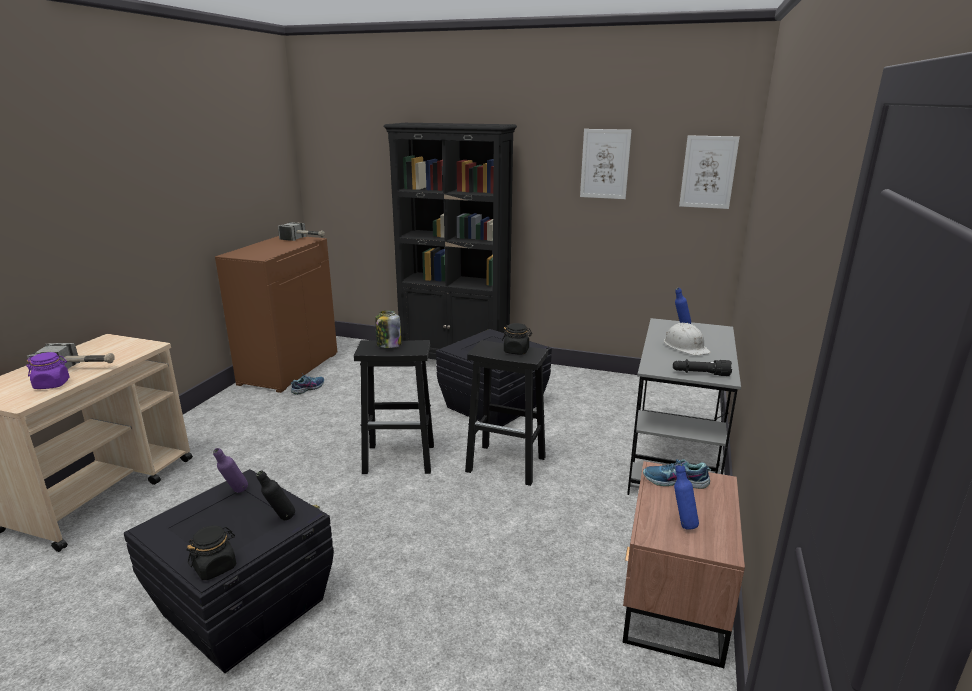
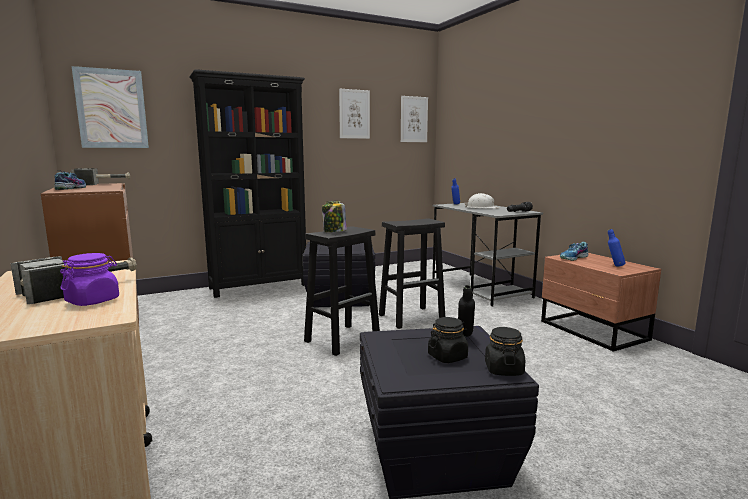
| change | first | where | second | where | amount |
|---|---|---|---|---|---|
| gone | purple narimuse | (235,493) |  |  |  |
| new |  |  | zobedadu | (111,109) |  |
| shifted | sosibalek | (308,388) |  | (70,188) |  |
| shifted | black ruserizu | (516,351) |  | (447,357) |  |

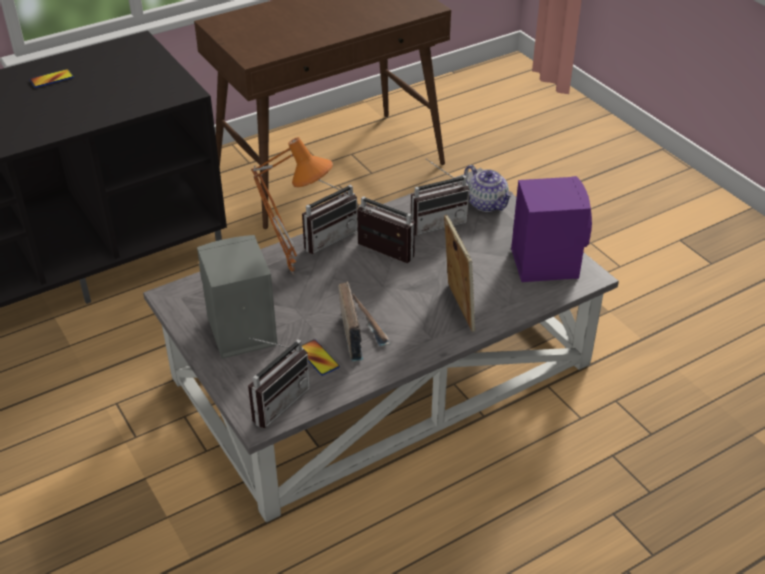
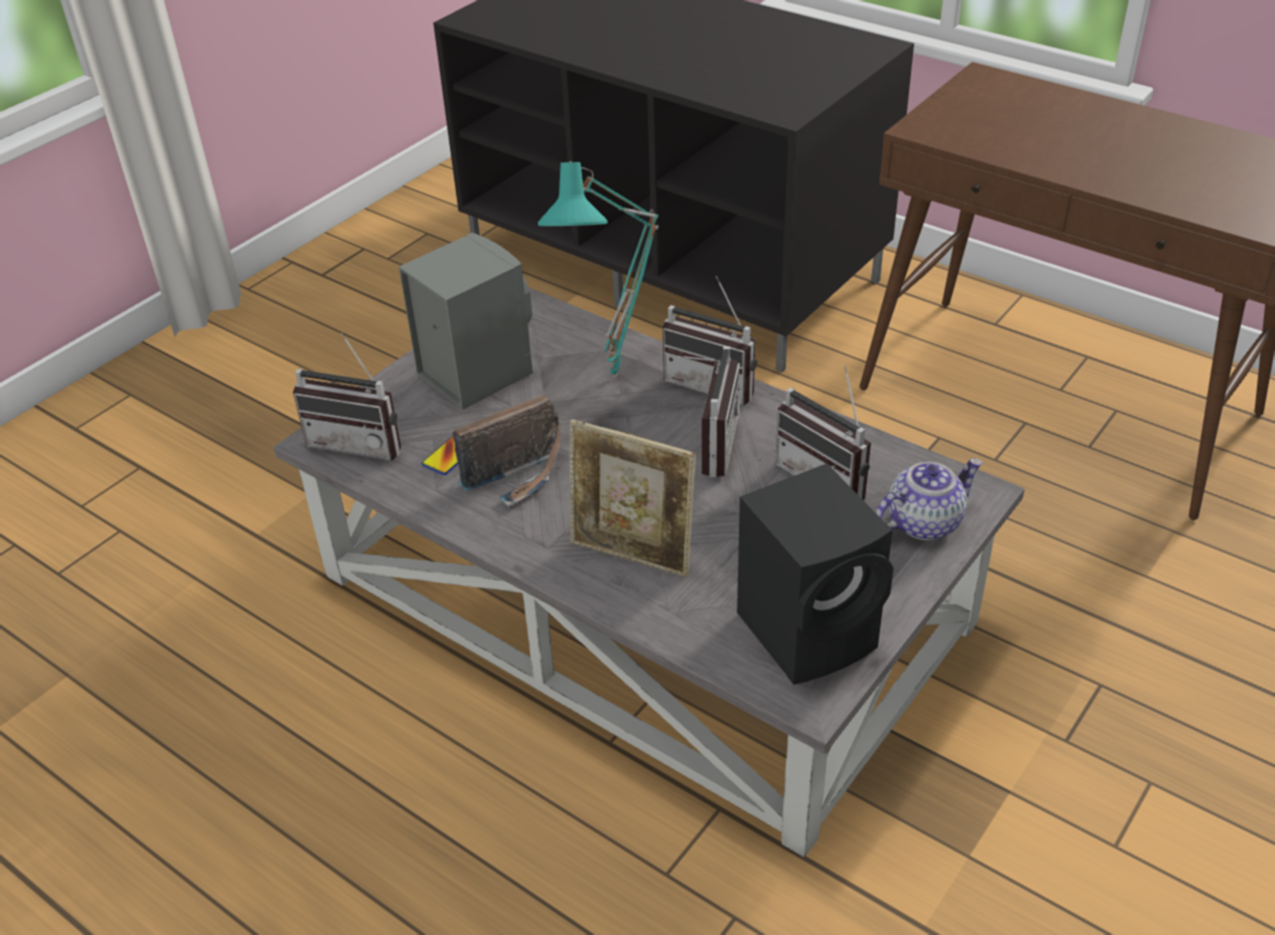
| change | first | where | second | where | amount |
|---|---|---|---|---|---|
| gone | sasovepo | (51,79) |  |  |  |
| repainted | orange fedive | (295,272) | turquoise fedive | (619,379) |  |
| repainted | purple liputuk | (545,262) | black liputuk | (811,630) |  |
| rotated | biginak | (457,307) |  | (633,555) | 60 degrees clockwise |
| rotated | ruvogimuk | (487,204) |  | (924,521) | 150 degrees counterclockwise |

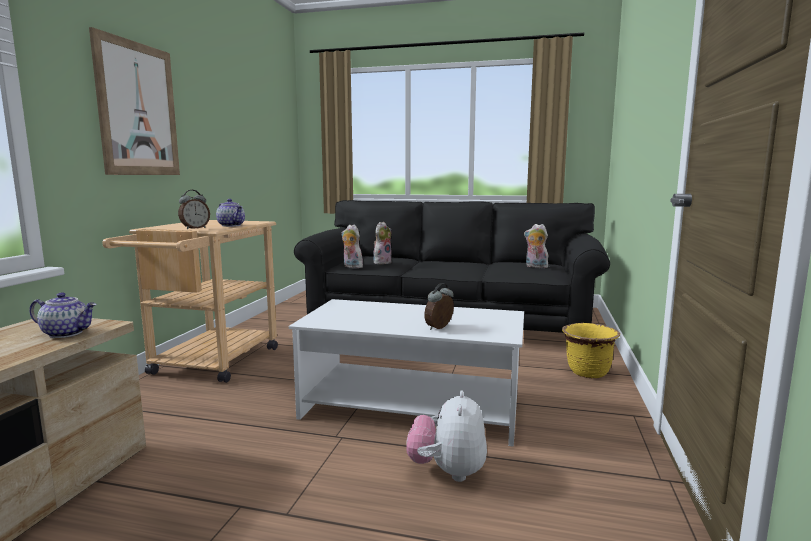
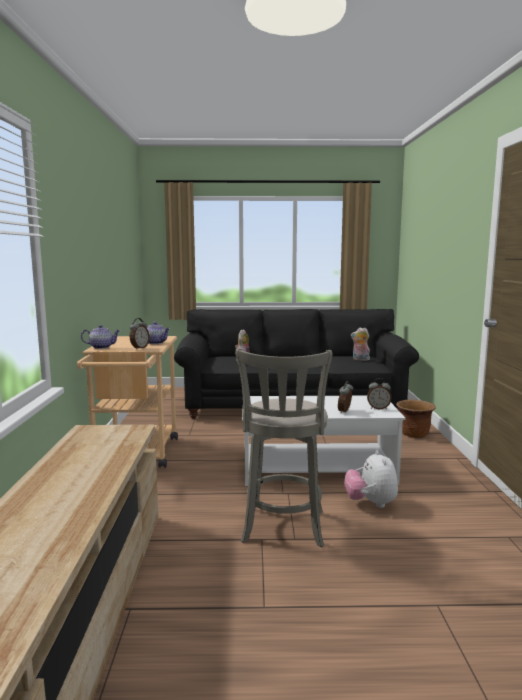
| change | first | where | second | where | amount |
|---|---|---|---|---|---|
| gone | zobedadu | (138,109) |  |  |  |
| gone | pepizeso | (351,267) |  |  |  |
| new |  |  | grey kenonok | (283,529) |  |
| new |  |  | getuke | (378,408) |  |
| shifted | ruvogimuk | (67,333) |  | (102,347) |  |
| repainted | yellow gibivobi | (588,372) | brown gibivobi | (414,434) |  |

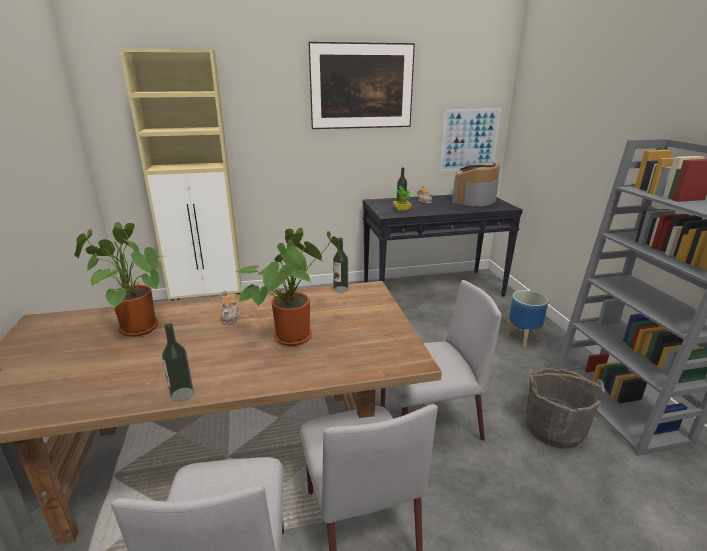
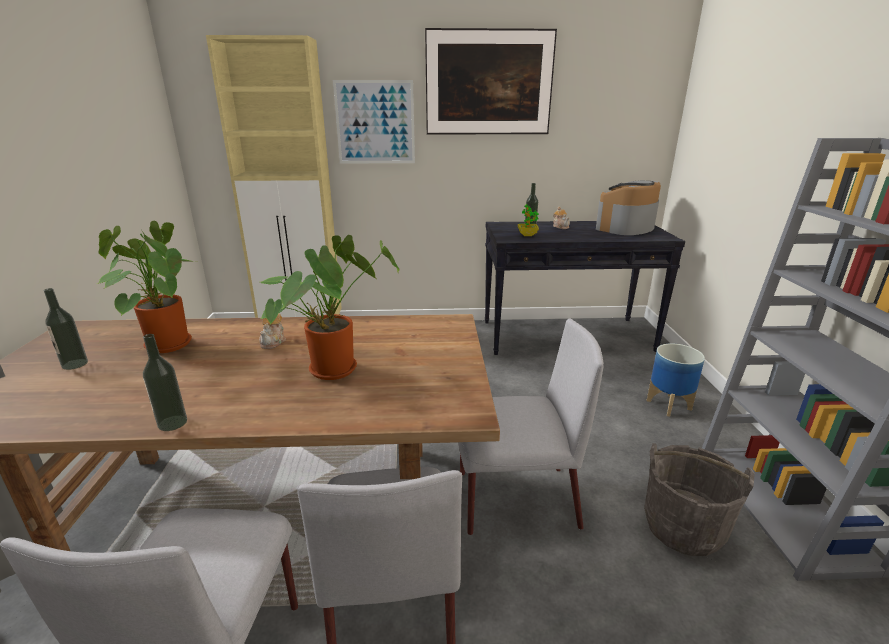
| change | first | where | second | where | amount |
|---|---|---|---|---|---|
| shifted | narimuse | (340,289) |  | (75,364) |  |
| shifted | zobedadu | (469,140) |  | (375,122) |  |

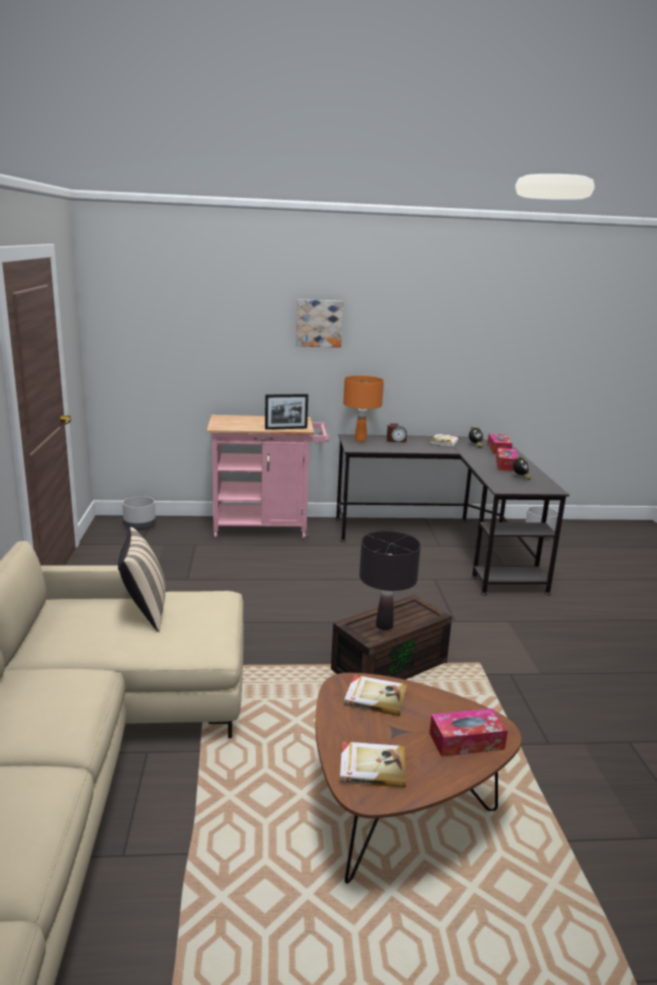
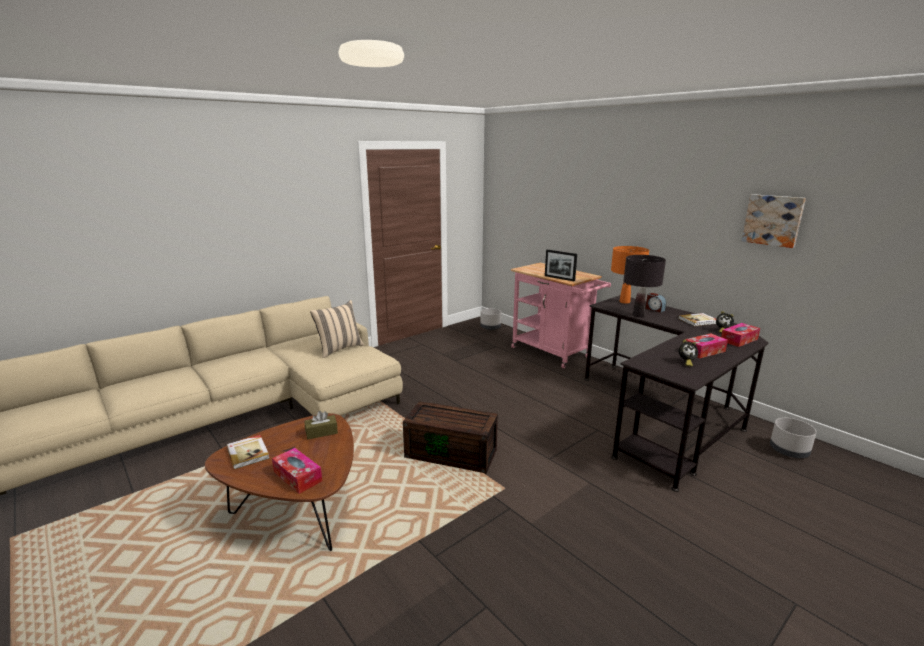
| change | first | where | second | where | amount |
|---|---|---|---|---|---|
| shifted | zobedadu | (319,323) |  | (773,220) |  |
| shifted | black fedive | (384,626) |  | (638,315) |  |
| swapped | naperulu | (375,697) | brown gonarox | (321,432) |  |

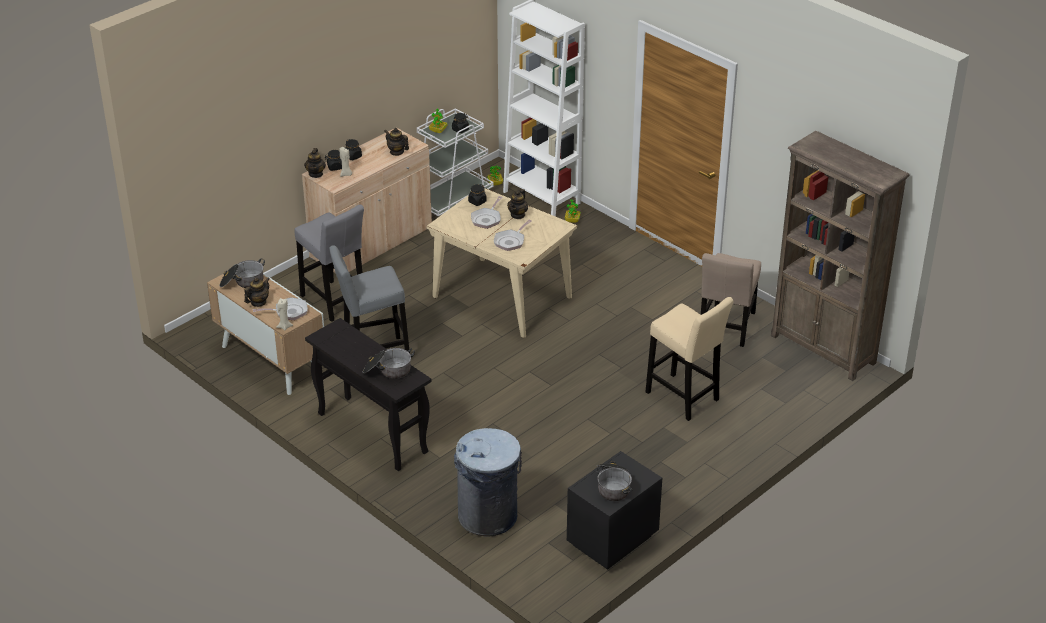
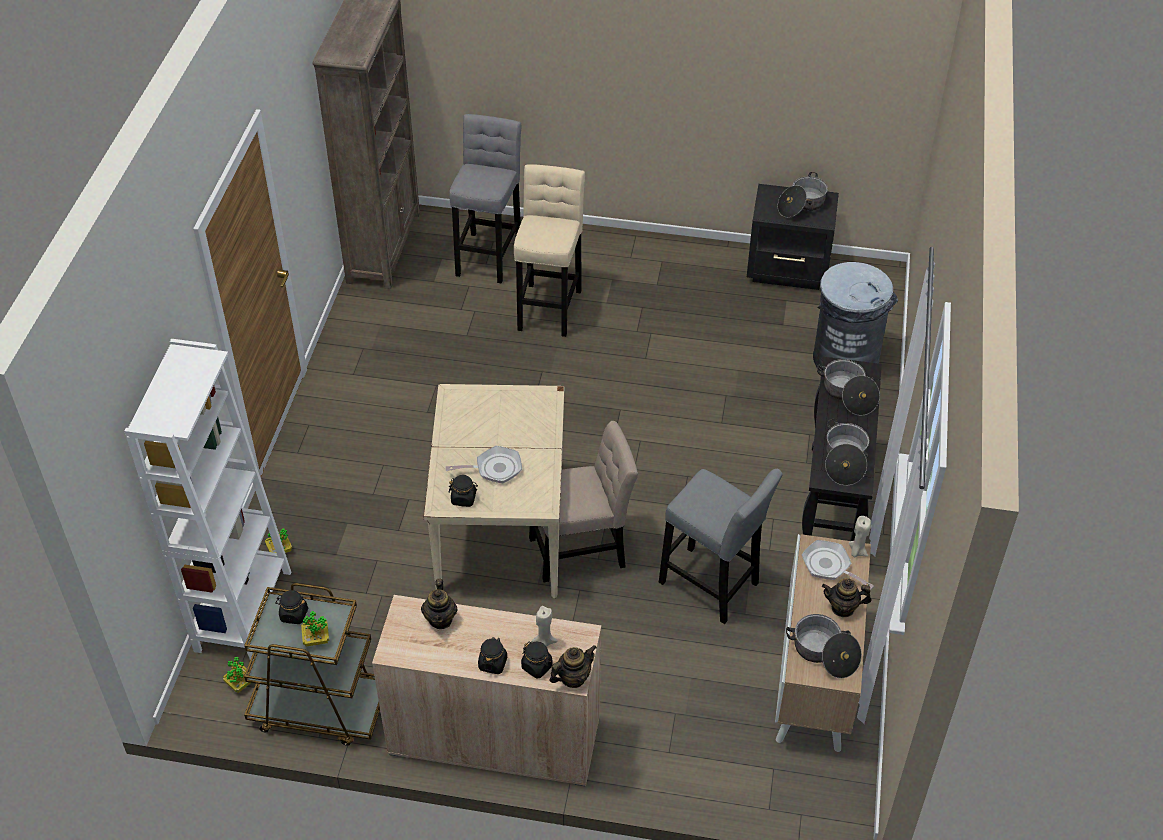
| change | first | where | second | where | amount |
|---|---|---|---|---|---|
| gone | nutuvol | (511,241) |  |  |  |
| gone | ruvogimuk | (518,215) |  |  |  |
| new |  |  | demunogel | (844,460) |  |
| shifted | grey kenonok | (334,302) |  | (489,254) |  |
| shifted | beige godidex | (727,327) |  | (582,550) |  |
| repainted | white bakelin | (452,200) | brown bakelin | (319,708) |  |

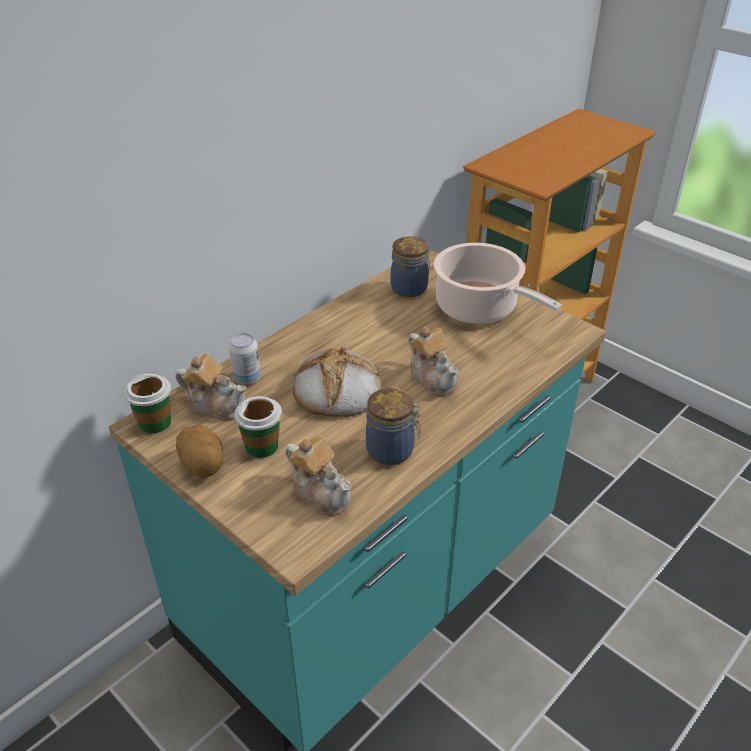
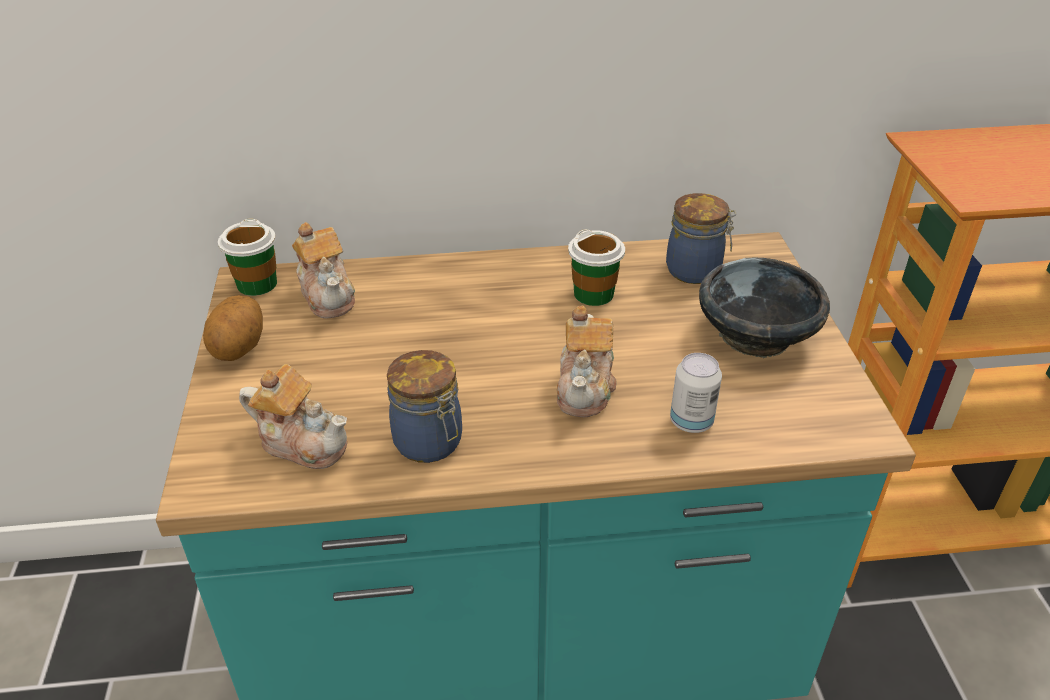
| change | first | where | second | where | amount |
|---|---|---|---|---|---|
| gone | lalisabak | (336,390) |  |  |  |
| shifted | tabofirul | (247,378) |  | (691,422) |  |
| shifted | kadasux | (262,446) |  | (594,294) |  |
| swapped | demunogel | (480,309) | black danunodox | (756,336) |  |
| rotated | ruvogimuk | (321,492) |  | (303,442) | 60 degrees counterclockwise |

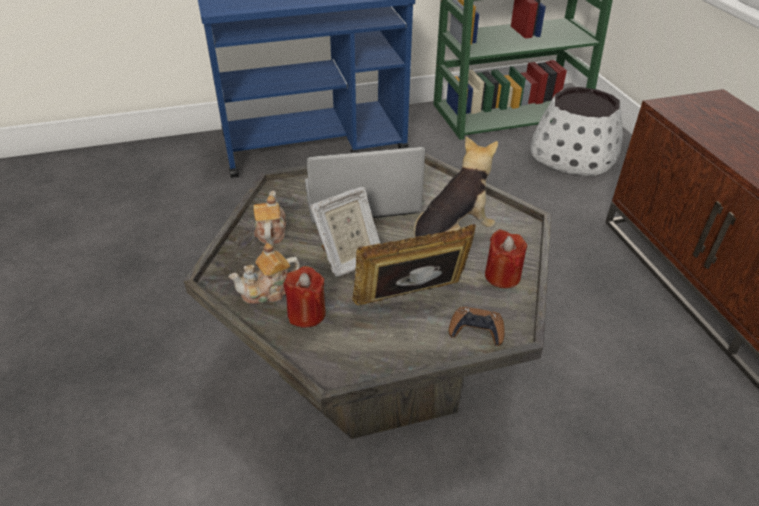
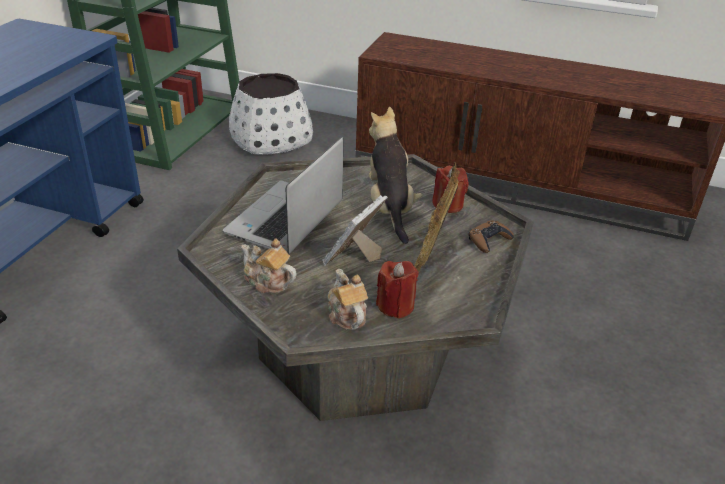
| change | first | where | second | where | amount |
|---|---|---|---|---|---|
| rotated | ruvogimuk | (268,291) |  | (346,315) | 150 degrees clockwise |
| rotated | biginak | (349,259) |  | (354,258) | 150 degrees counterclockwise |

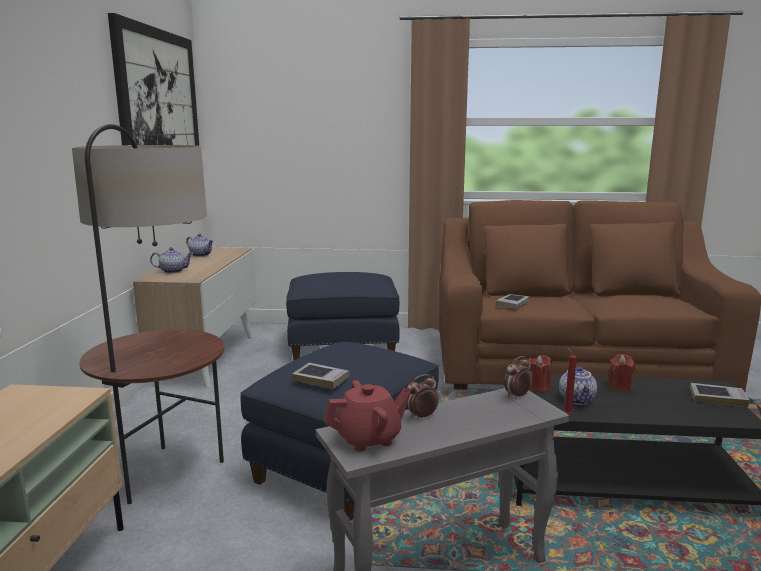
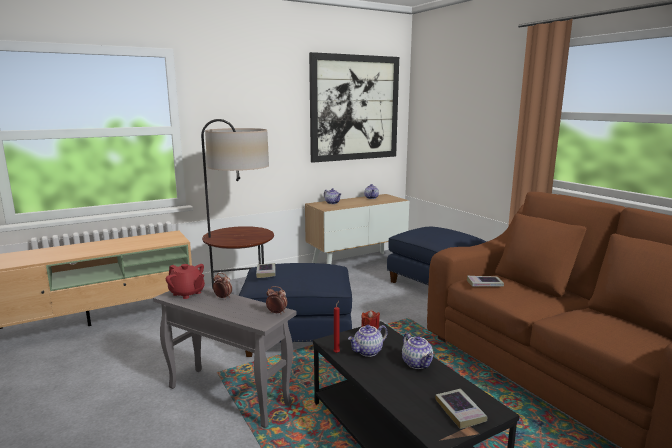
| change | first | where | second | where | amount |
|---|---|---|---|---|---|
| swapped | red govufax | (620,387) | ruvogimuk | (417,363) |  |

